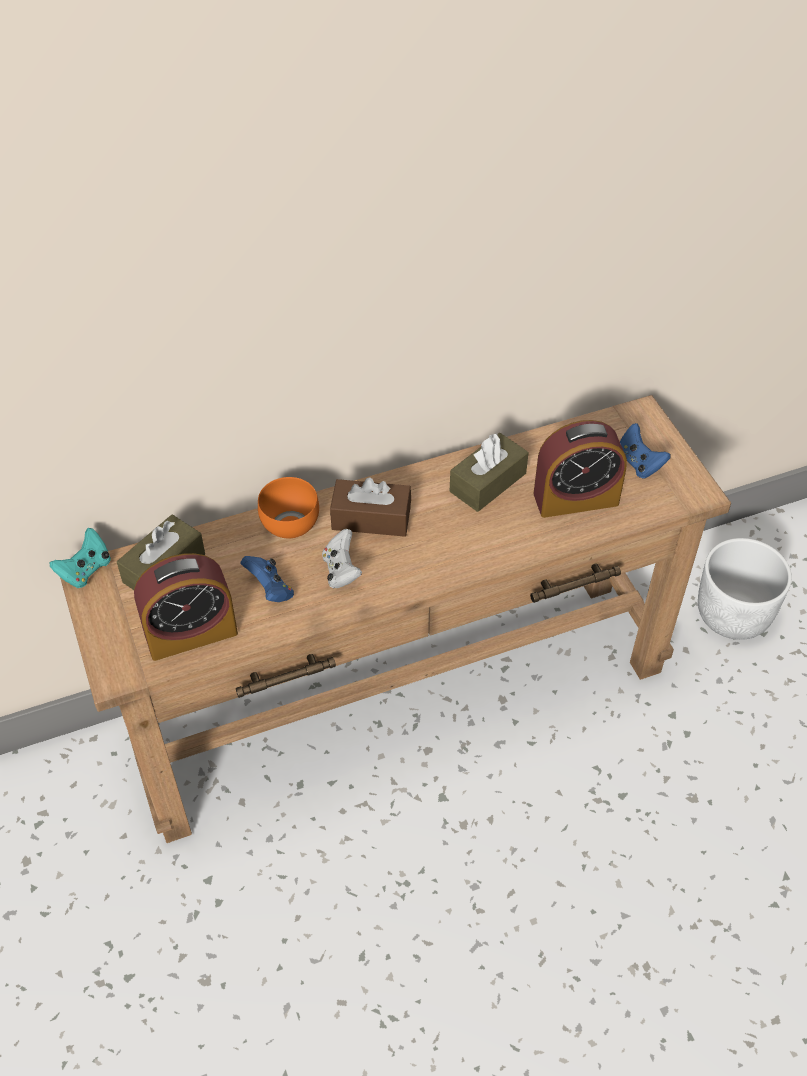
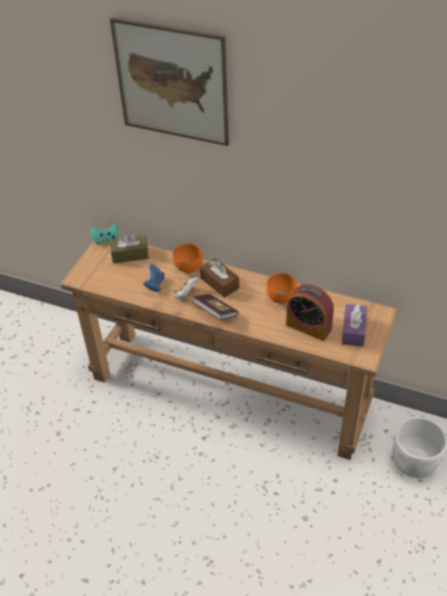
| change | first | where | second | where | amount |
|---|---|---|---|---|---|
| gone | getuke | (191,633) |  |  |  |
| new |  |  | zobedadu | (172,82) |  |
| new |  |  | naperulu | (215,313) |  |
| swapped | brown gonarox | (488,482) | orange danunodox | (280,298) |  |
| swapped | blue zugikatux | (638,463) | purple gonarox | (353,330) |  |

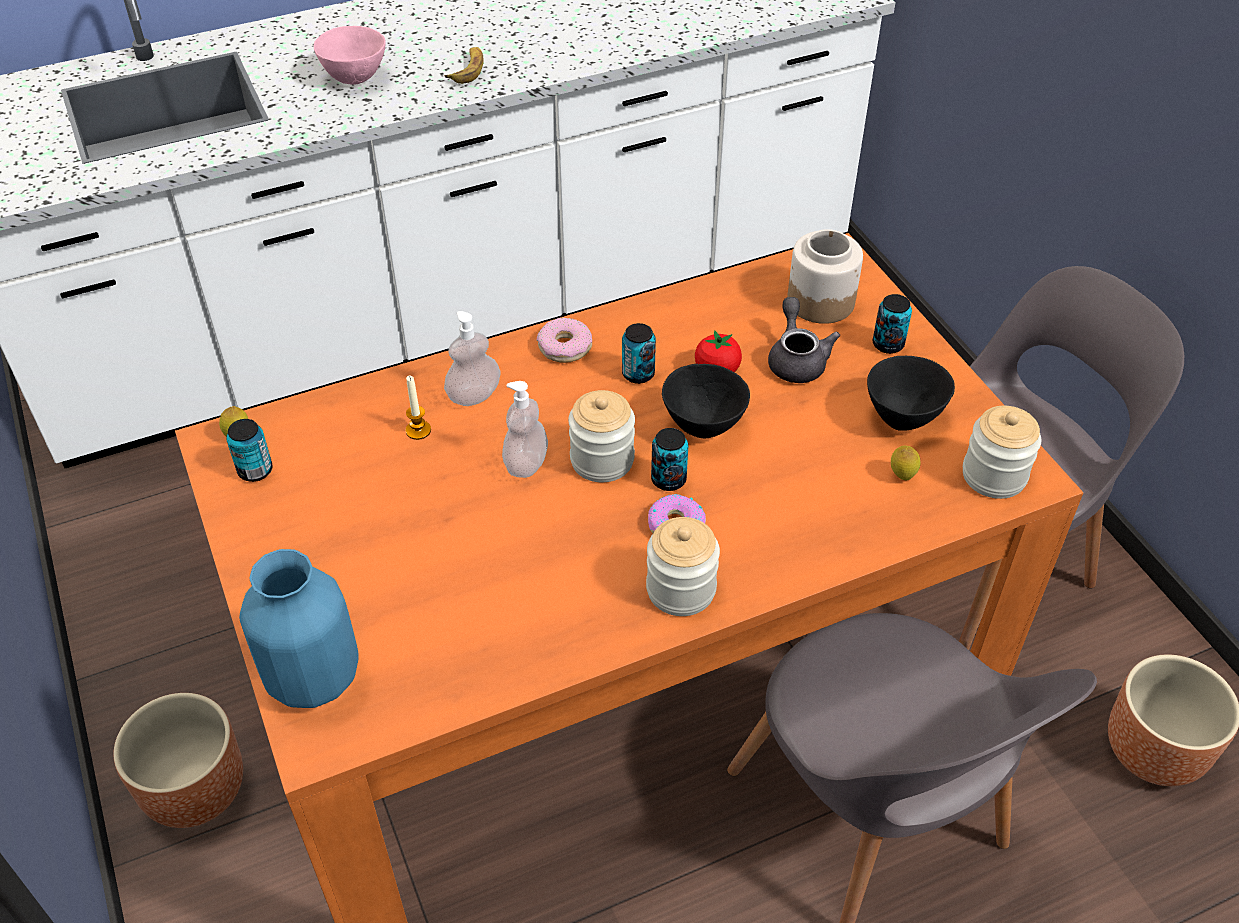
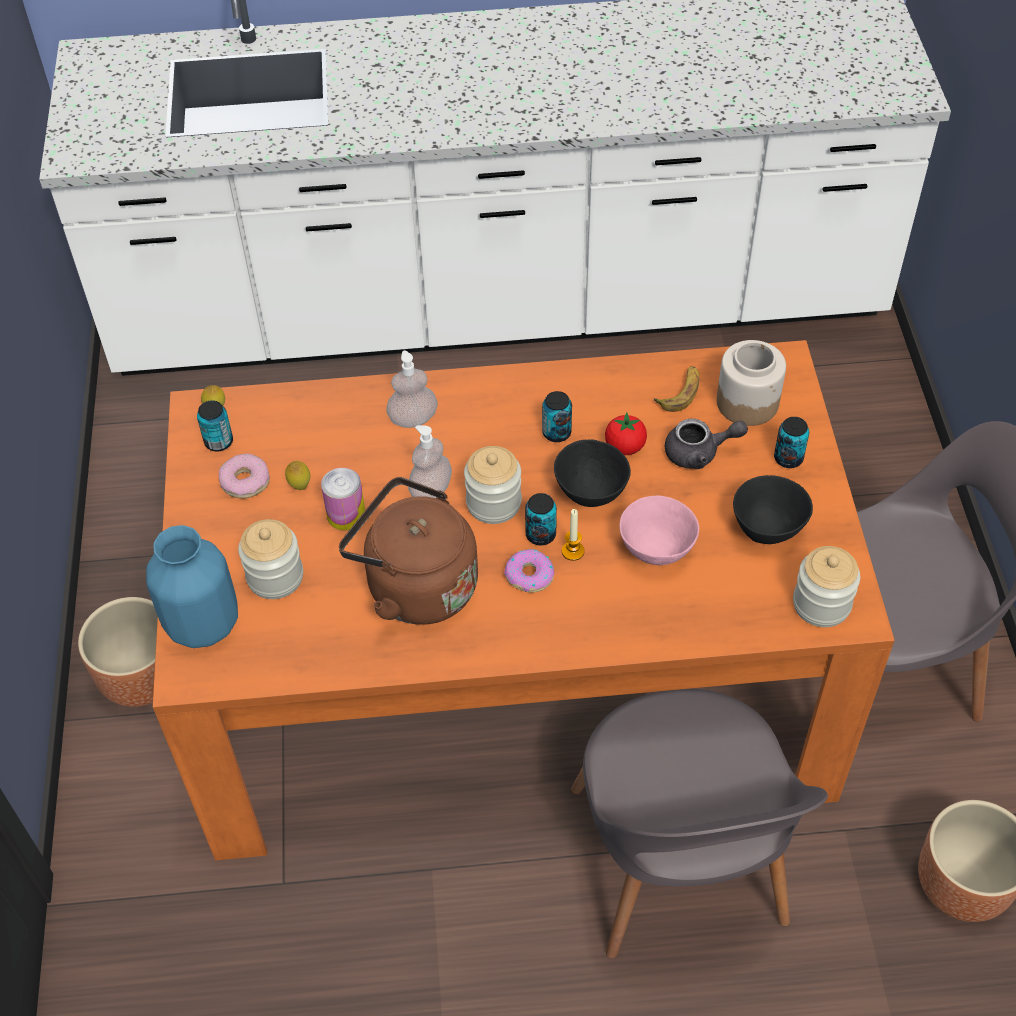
| change | first | where | second | where | amount |
|---|---|---|---|---|---|
| new |  |  | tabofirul | (346,515) |  |
| new |  |  | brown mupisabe | (415,585) |  |
| shifted | pink danunodox | (356,78) |  | (657,551) |  |
| shifted | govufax | (418,430) |  | (573,551) |  |
| shifted | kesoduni | (468,69) |  | (680,392) |  |
| shifted | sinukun | (565,347) |  | (245,481) |  |
| shifted | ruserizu | (681,589) |  | (275,576) |  |
| shifted | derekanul | (902,476) |  | (300,486) |  |
| rotated | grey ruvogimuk | (796,359) |  | (699,453) | 75 degrees clockwise |

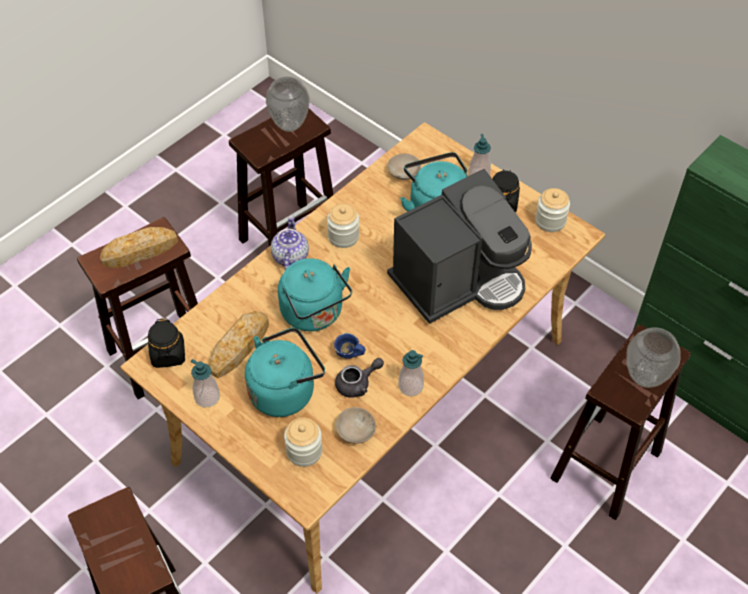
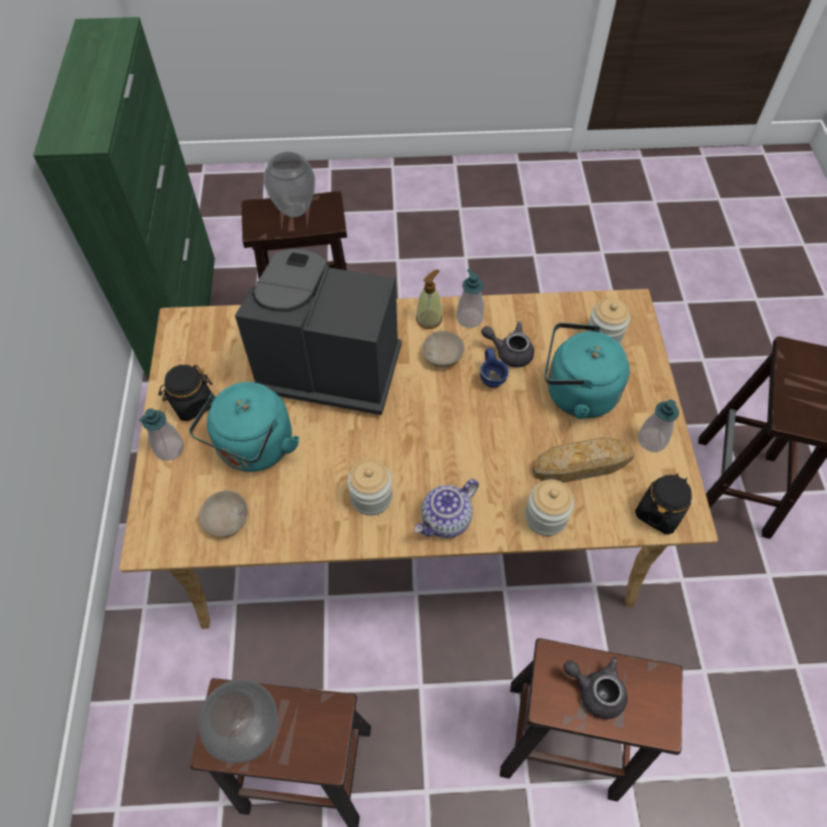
| change | first | where | second | where | amount |
|---|---|---|---|---|---|
| gone | turquoise mupisabe | (315,314) |  |  |  |
| new |  |  | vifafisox | (429,319) |  |
| shifted | beige danunodox | (354,431) |  | (444,356) |  |
| shifted | ruserizu | (550,221) |  | (545,517) |  |
| swapped | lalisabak | (140,251) | grey ruvogimuk | (595,690) |  |

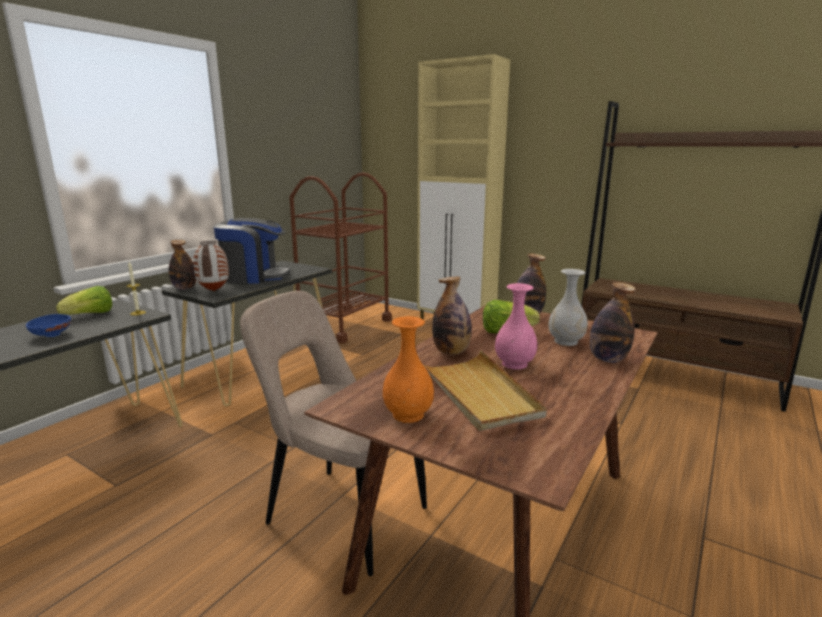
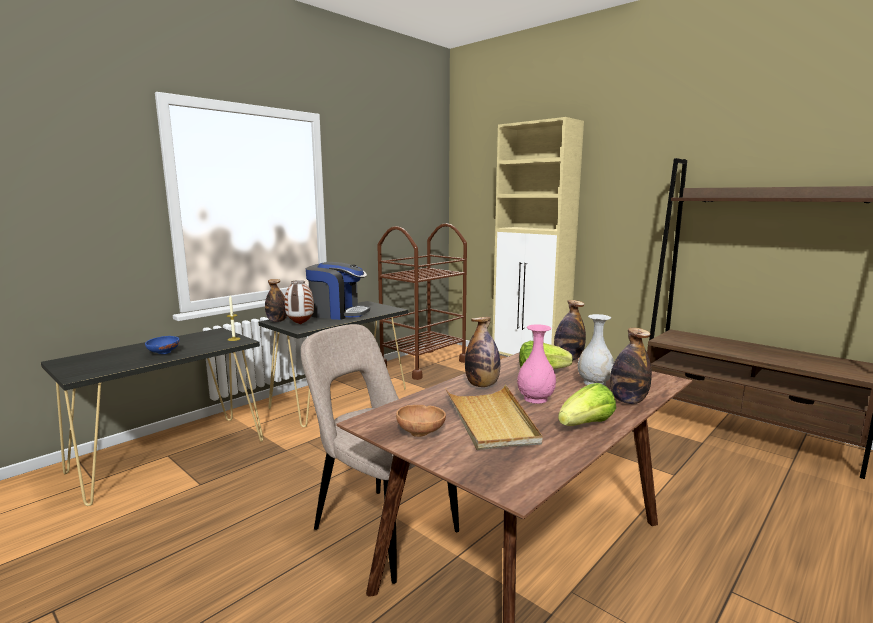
| change | first | where | second | where | amount |
|---|---|---|---|---|---|
| shifted | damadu | (90,315) |  | (586,425) |  |
| swapped | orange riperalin | (409,415) | brown danunodox | (422,432) |  |

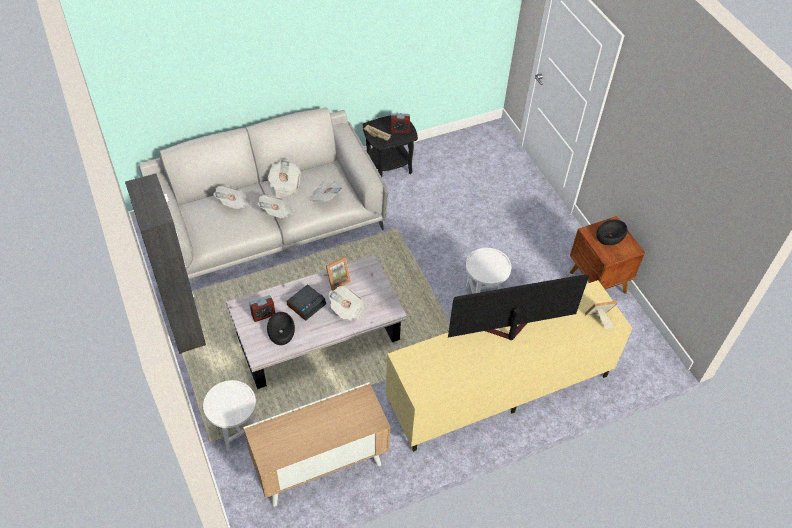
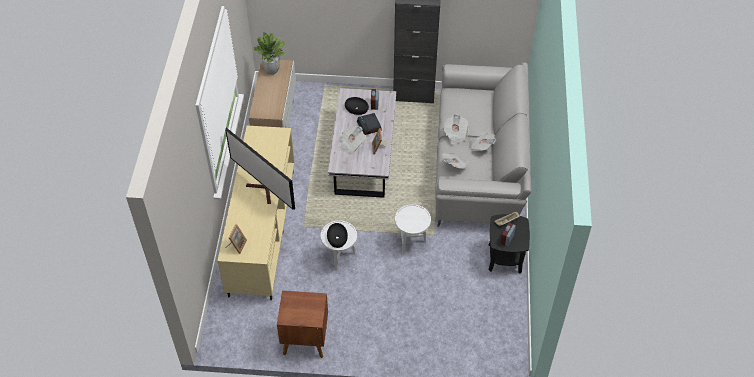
| change | first | where | second | where | amount |
|---|---|---|---|---|---|
| gone | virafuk | (234,204) |  |  |  |
| new |  |  | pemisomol | (272,70) |  |
| shifted | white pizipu | (236,430) |  | (411,242) |  |
| shifted | black danunodox | (610,236) |  | (337,237) |  |
| rotated | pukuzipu | (506,332) |  | (263,191) | 120 degrees clockwise |

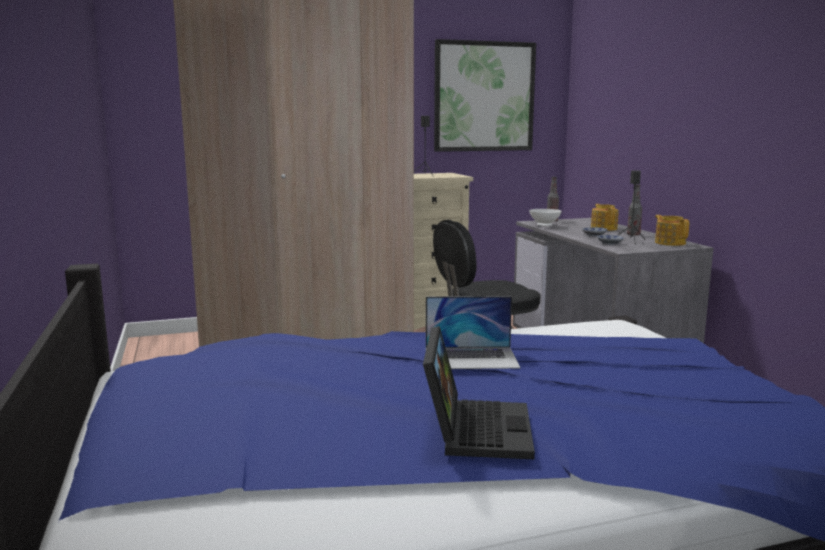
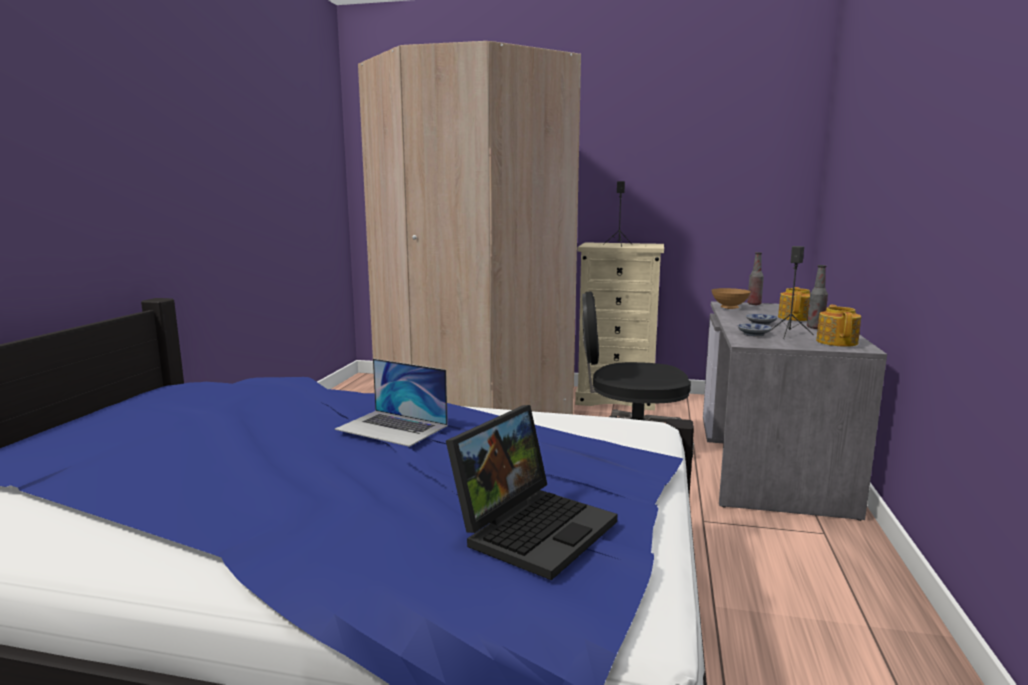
| change | first | where | second | where | amount |
|---|---|---|---|---|---|
| gone | zobedadu | (484,97) |  |  |  |
| shifted | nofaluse | (474,428) |  | (533,527) |  |
| repainted | white danunodox | (545,226) | brown danunodox | (729,308) |  |

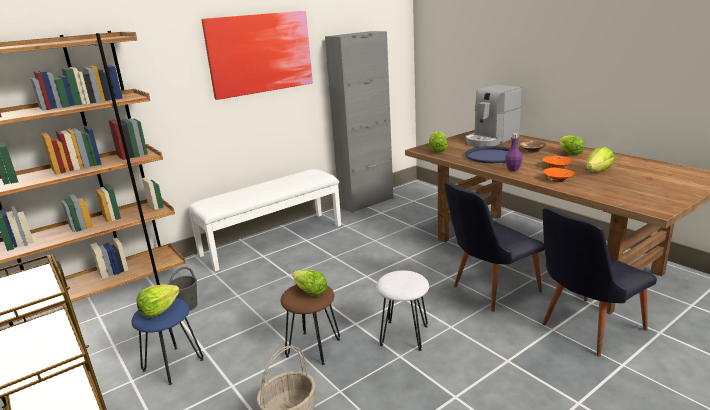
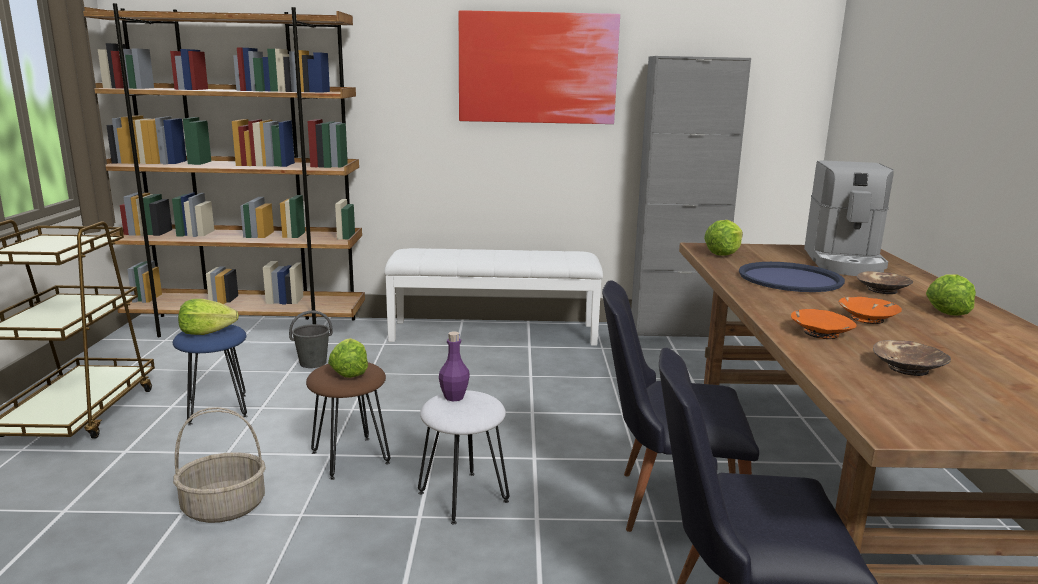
| change | first | where | second | where | amount |
|---|---|---|---|---|---|
| gone | damadu | (597,171) |  |  |  |
| new |  |  | brown danunodox | (908,368) |  |
| shifted | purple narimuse | (513,169) |  | (454,397) |  |
| rotated | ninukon | (490,140) |  | (844,262) | 75 degrees counterclockwise |

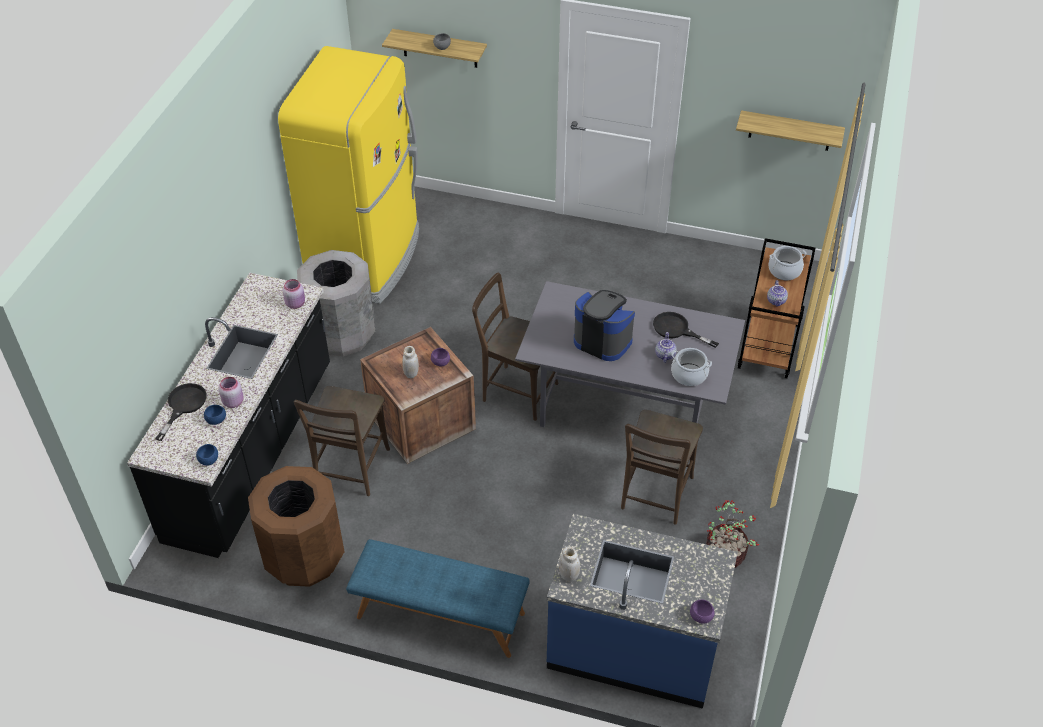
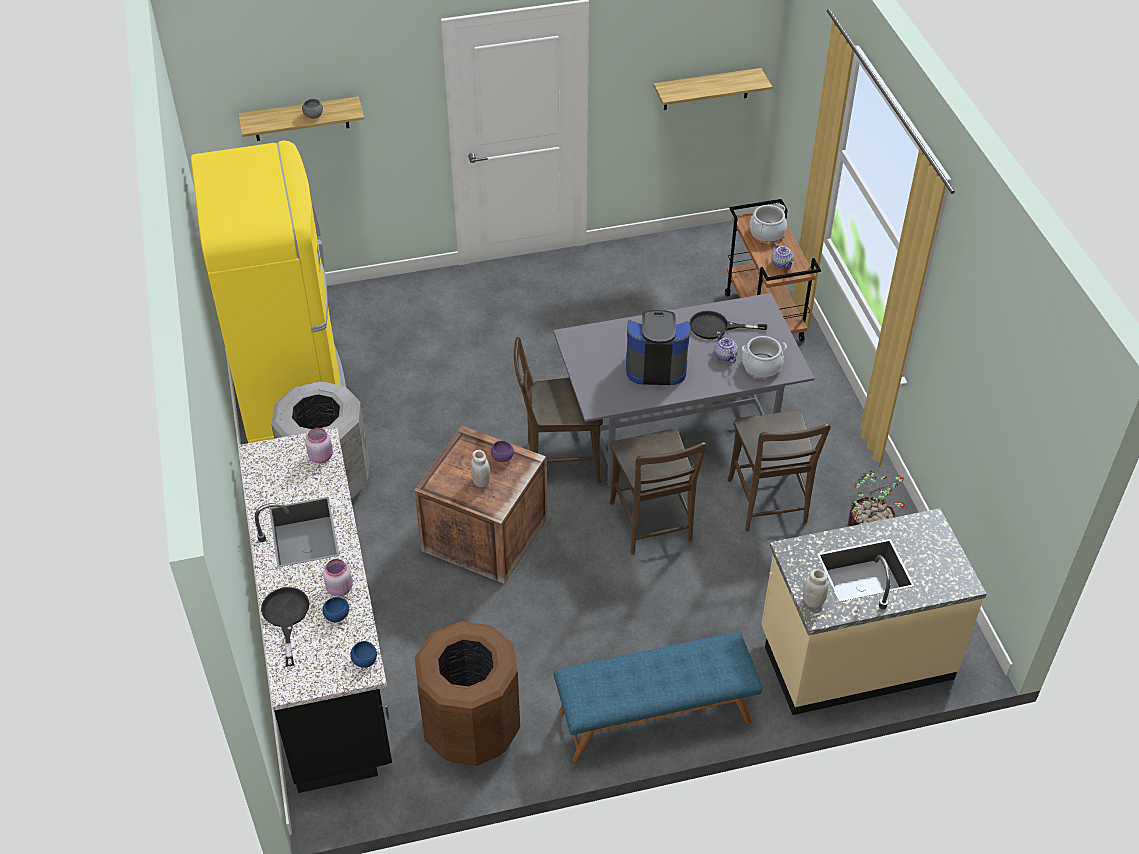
| change | first | where | second | where | amount |
|---|---|---|---|---|---|
| gone | purple danunodox | (701,617) |  |  |  |
| shifted | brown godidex | (351,470) |  | (652,525) |  |
| repainted | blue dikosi | (634,647) | beige dikosi | (855,655) |  |

